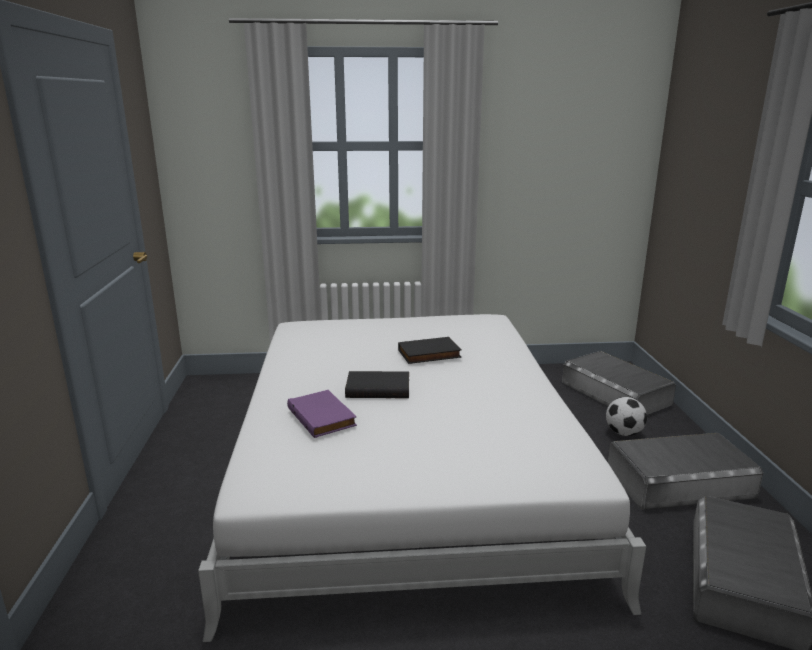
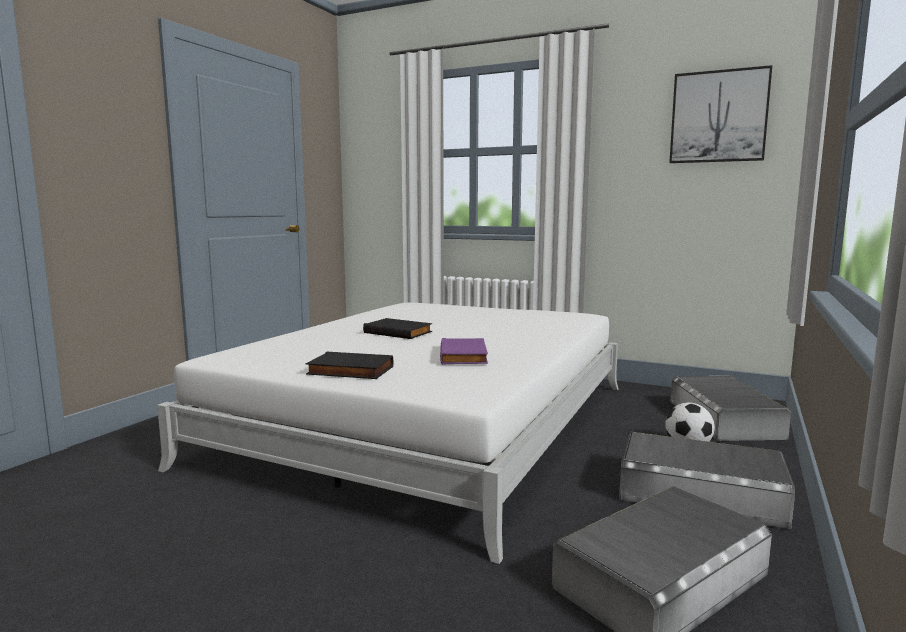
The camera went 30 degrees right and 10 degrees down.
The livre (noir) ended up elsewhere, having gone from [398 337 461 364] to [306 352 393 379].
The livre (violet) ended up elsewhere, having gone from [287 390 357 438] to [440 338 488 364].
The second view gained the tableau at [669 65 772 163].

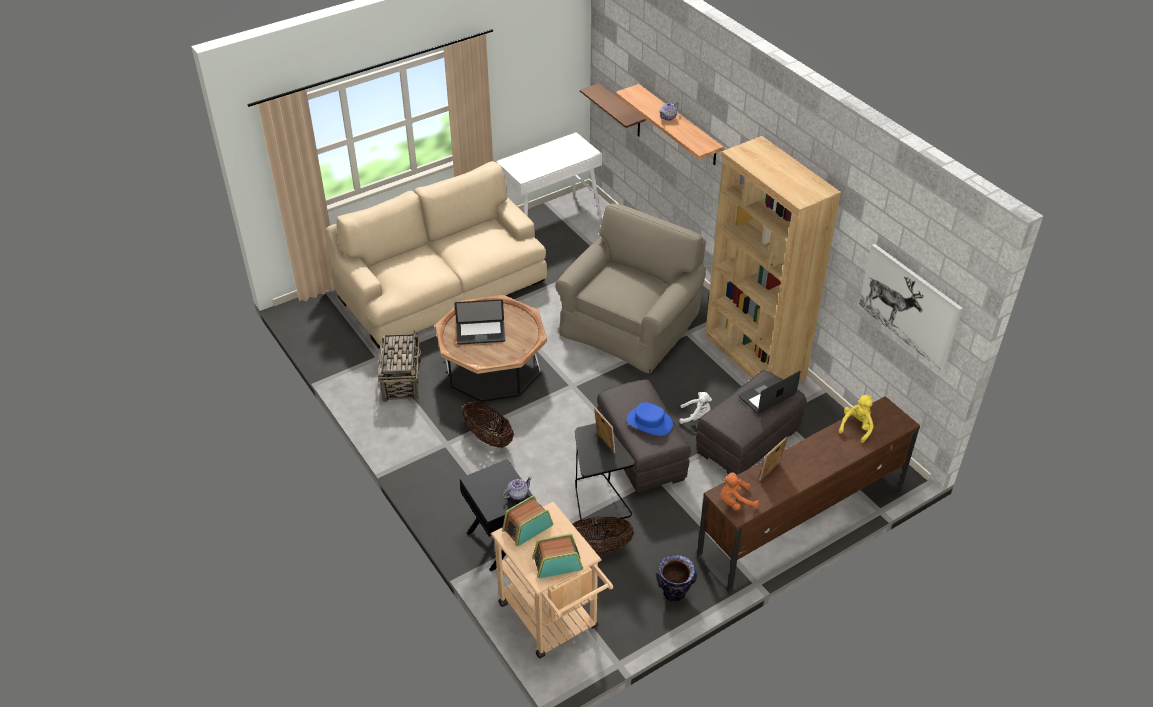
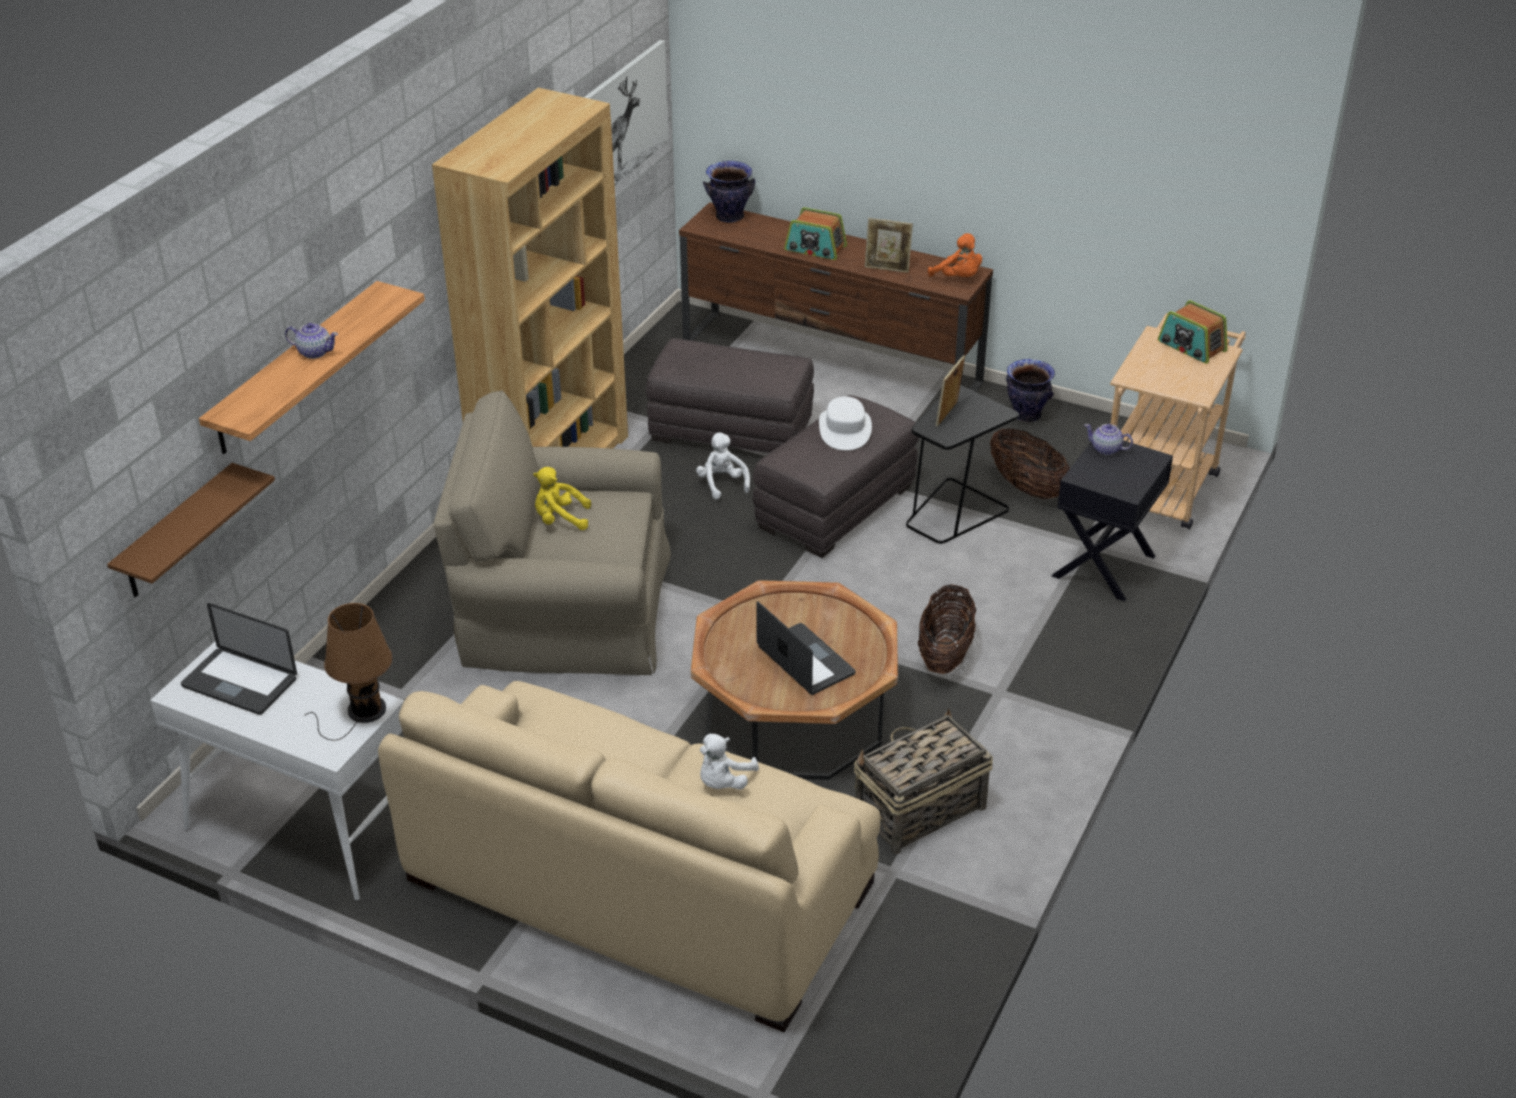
The camera went 120 degrees left and 5 degrees down.
The ordinateur portable ended up elsewhere, having gone from [738 371 800 414] to [181 603 297 715].
The second view gained the lampe de table (marron) at [304 603 393 741].
The peluche (jaune) ended up elsewhere, having gone from [839 395 874 443] to [533 467 591 530].
The second view gained the peluche (blanc) at [700 734 759 789].
The second view gained the vase at [703 161 755 223].
The radio ended up elsewhere, having gone from [502 495 553 547] to [784 207 847 260].
What was the chapeau (bleu) at [627 402 673 436] turned into the chapeau (blanc) at [819 396 872 451].

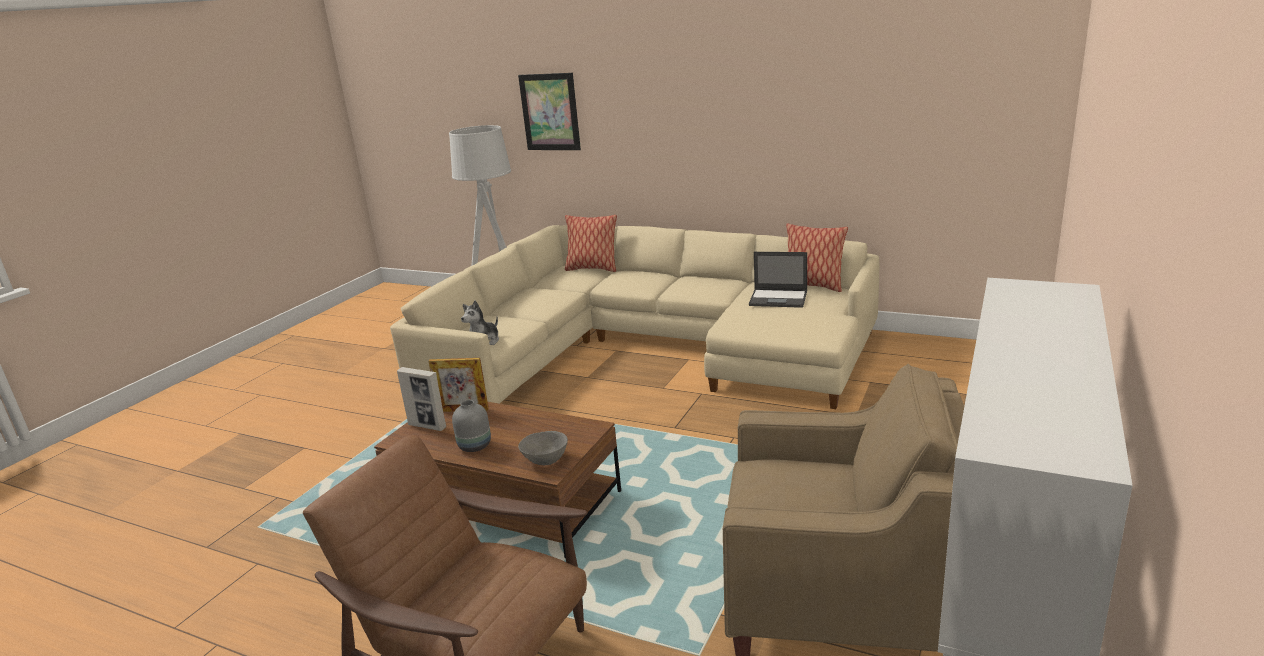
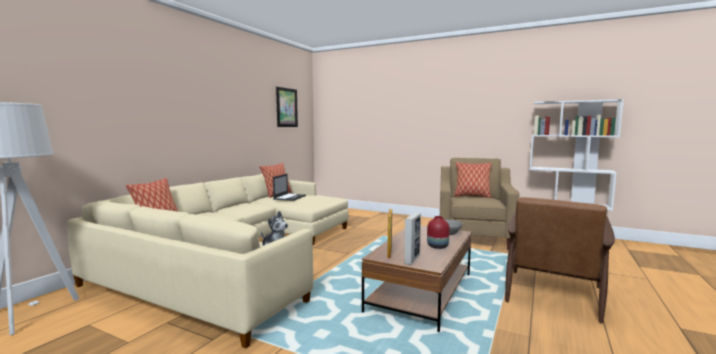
The camera went 90 degrees left and 15 degrees down.
The tableau ended up elsewhere, having gone from [518 73 581 150] to [276 87 298 127].
What was the vase (gris) at [452 400 491 452] turned into the vase (rouge) at [427 216 450 249].
The second view gained the coussin at [454 162 492 198].

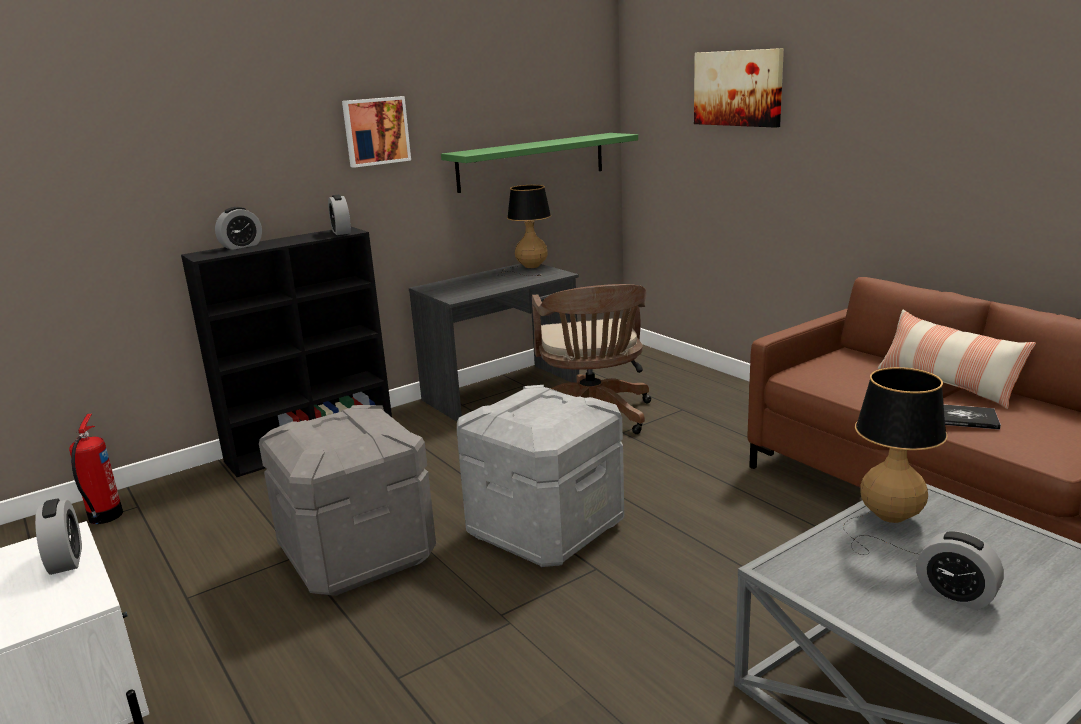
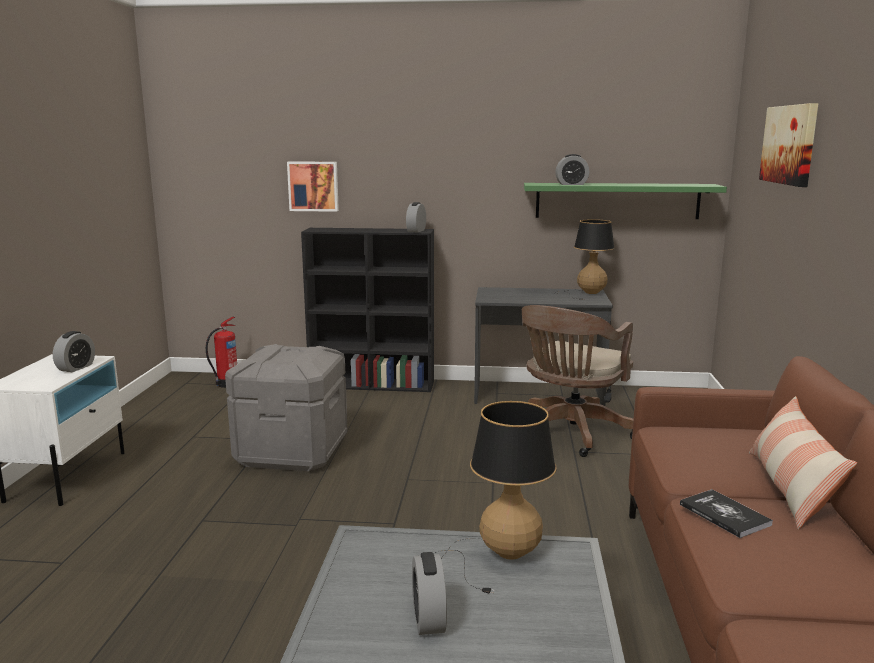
The camera went 40 degrees right and 5 degrees down.
The tableau ended up elsewhere, having gone from [342 96 411 168] to [287 162 339 212].
The réveil ended up elsewhere, having gone from [215 207 262 250] to [555 154 589 185].
The second view lost the boîte de rangement (gris) at [457 385 624 567].

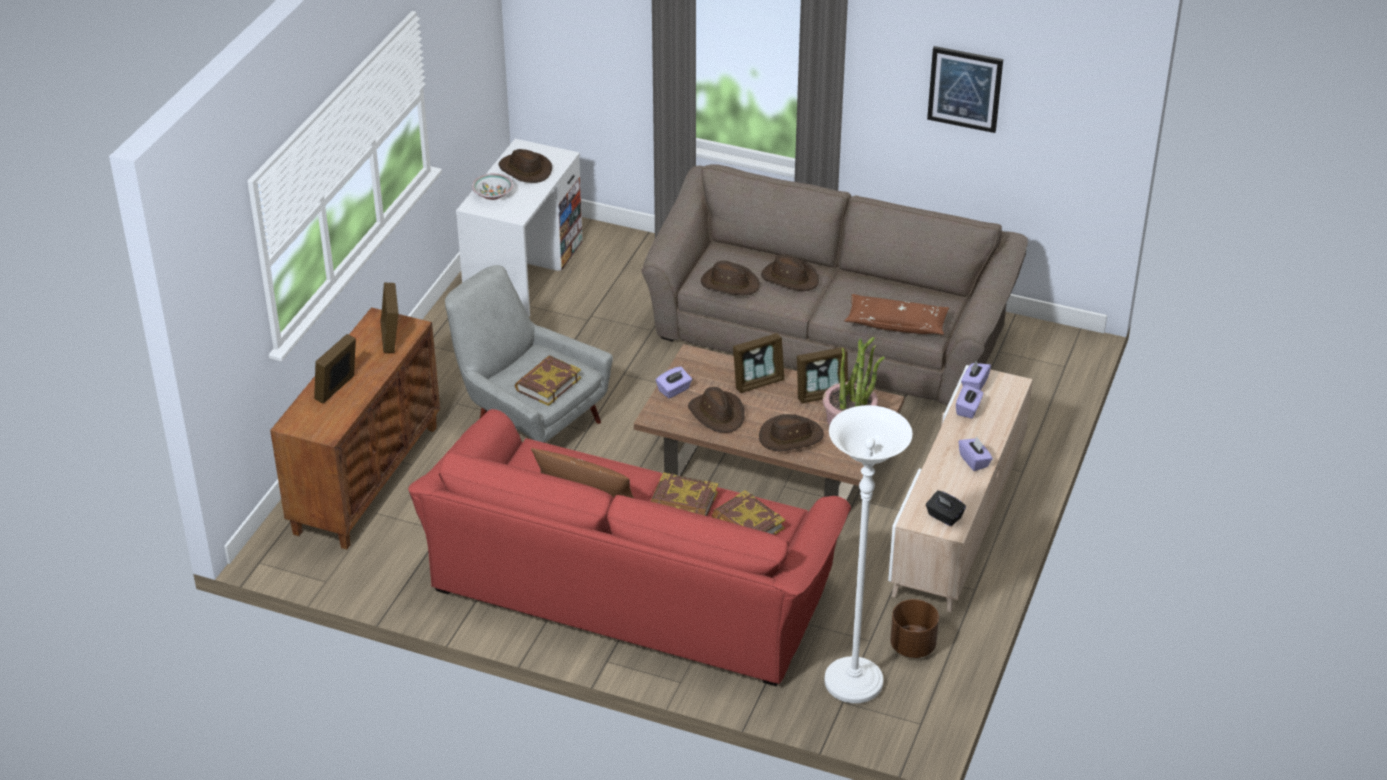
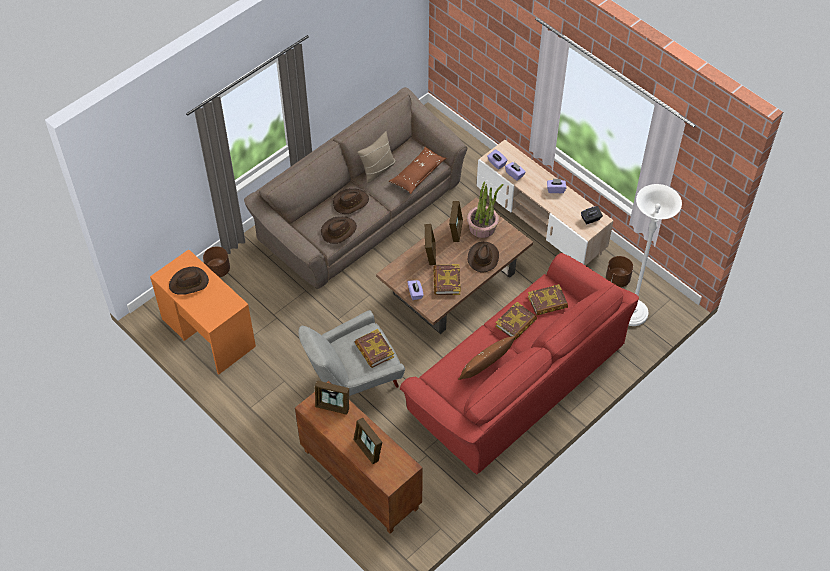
The camera went 65 degrees left and 15 degrees up.
What was the bureau (blanc) at [456 139 583 317] turned into the bureau (orange) at [150 249 256 374].
The second view gained the cache-pot (marron) at [203 246 230 278].
The second view gained the coussin (beige) at [357 131 396 183].
Where the chapeau (marron) stood at [688 387 745 433], the livre came to stand at [433 264 461 295].
The second view lost the bol at [472 173 513 200].
The second view lost the tableau at [927 46 1003 133].

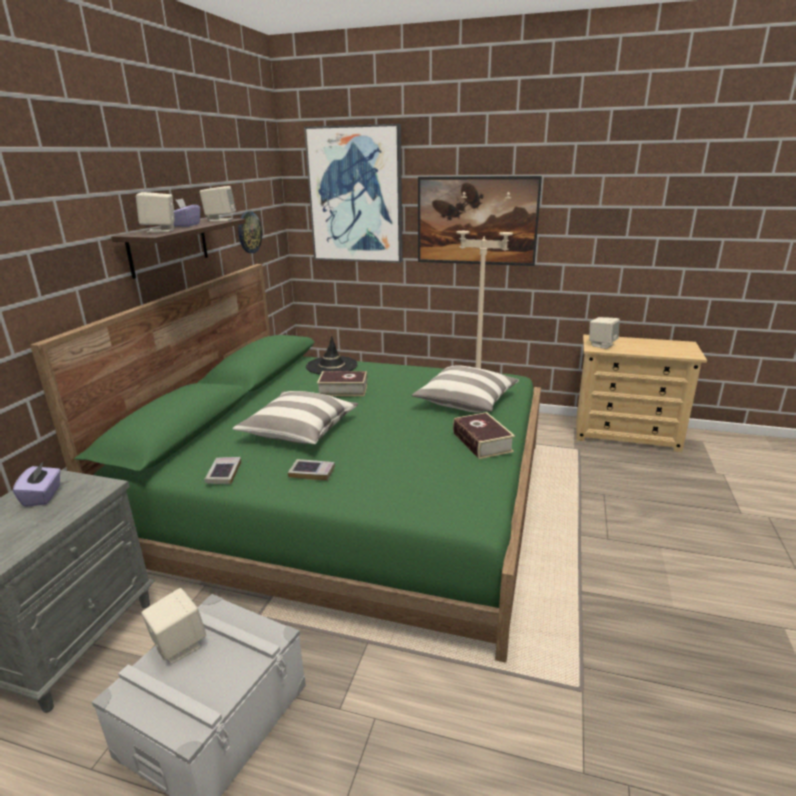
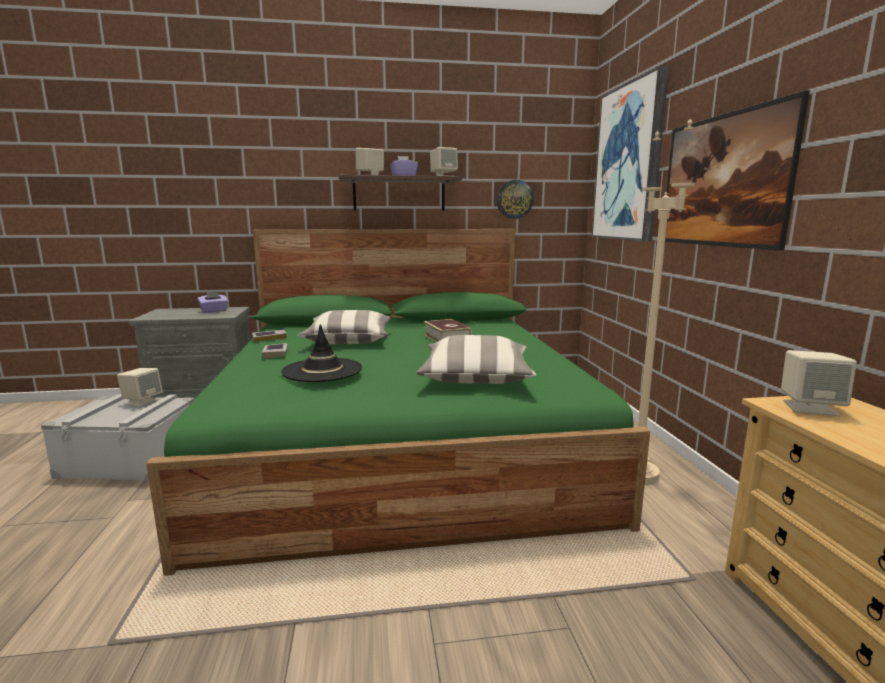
The camera went 65 degrees right and 10 degrees down.
The chapeau (noir) ended up elsewhere, having gone from [306 336 358 375] to [281 324 362 382].
The second view lost the livre at [453 412 515 459].

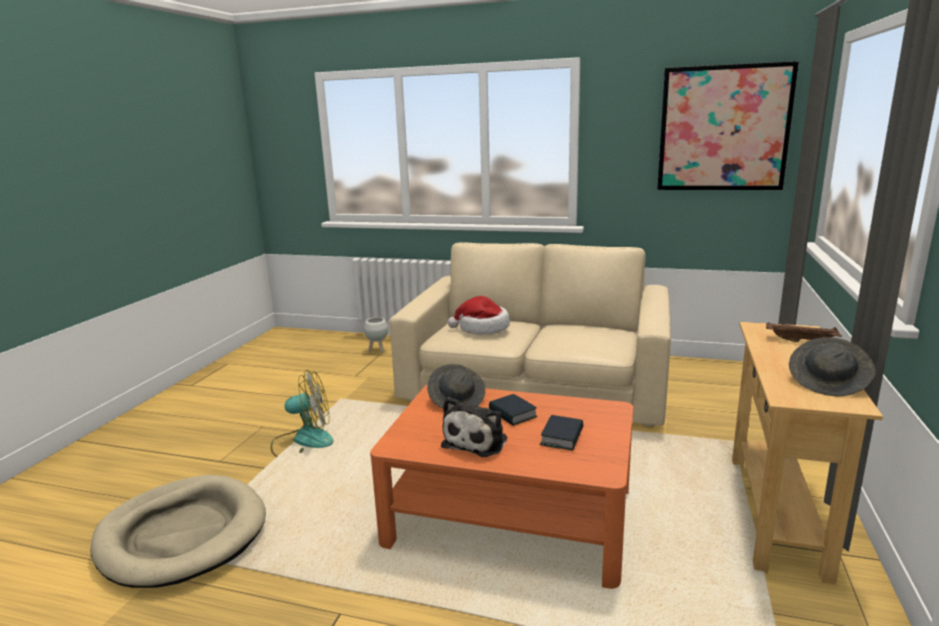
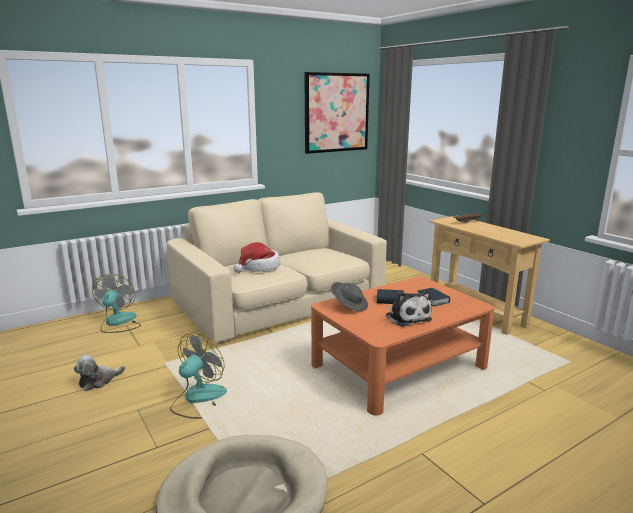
The camera went 50 degrees left and 0 degrees up.
The second view gained the peluche at [74 355 125 391].
Where the cache-pot (blanc) stood at [364 317 388 353], the ventilateur came to stand at [92 274 141 333].
The second view lost the chapeau (gris) at [789 337 876 397].

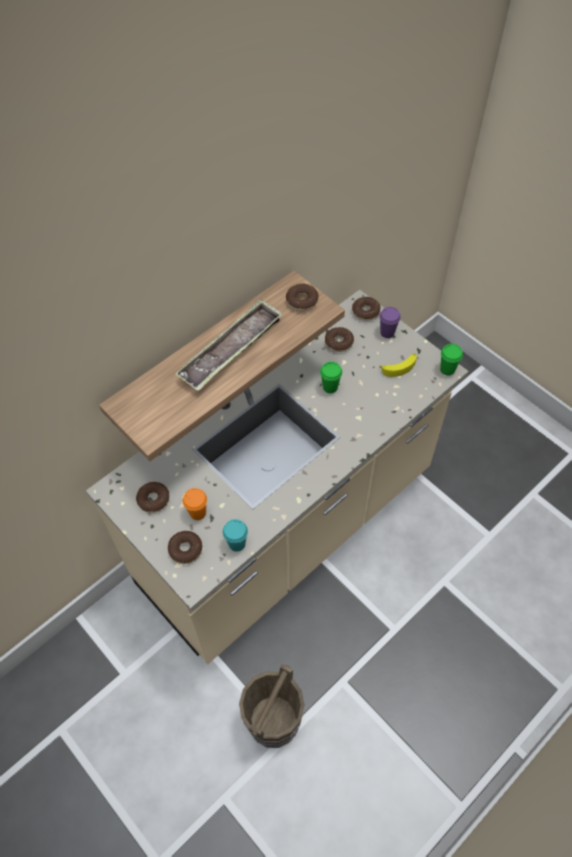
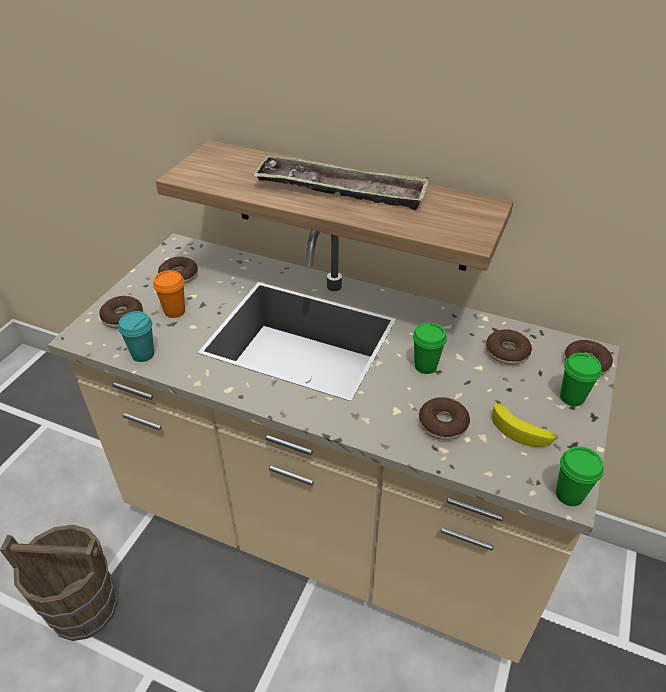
The camera went 65 degrees right and 15 degrees down.
The beignet ended up elsewhere, having gone from [286 284 319 311] to [419 397 470 440].
What was the tasse (violet) at [379 307 401 338] turned into the tasse (vert) at [560 353 602 406].

